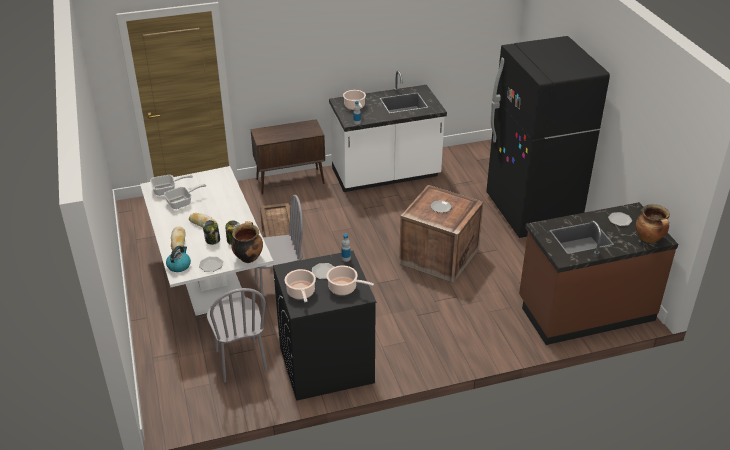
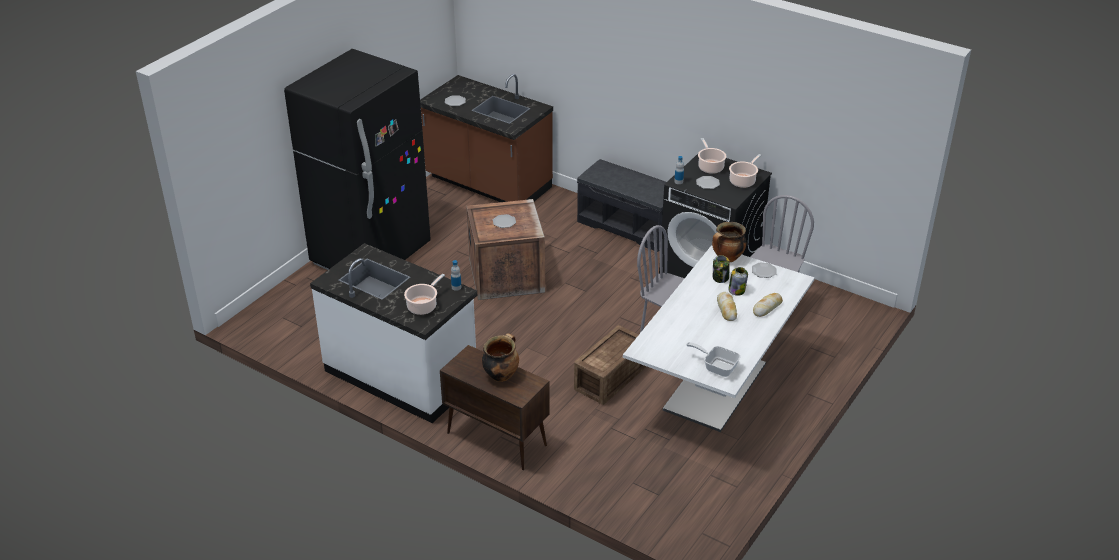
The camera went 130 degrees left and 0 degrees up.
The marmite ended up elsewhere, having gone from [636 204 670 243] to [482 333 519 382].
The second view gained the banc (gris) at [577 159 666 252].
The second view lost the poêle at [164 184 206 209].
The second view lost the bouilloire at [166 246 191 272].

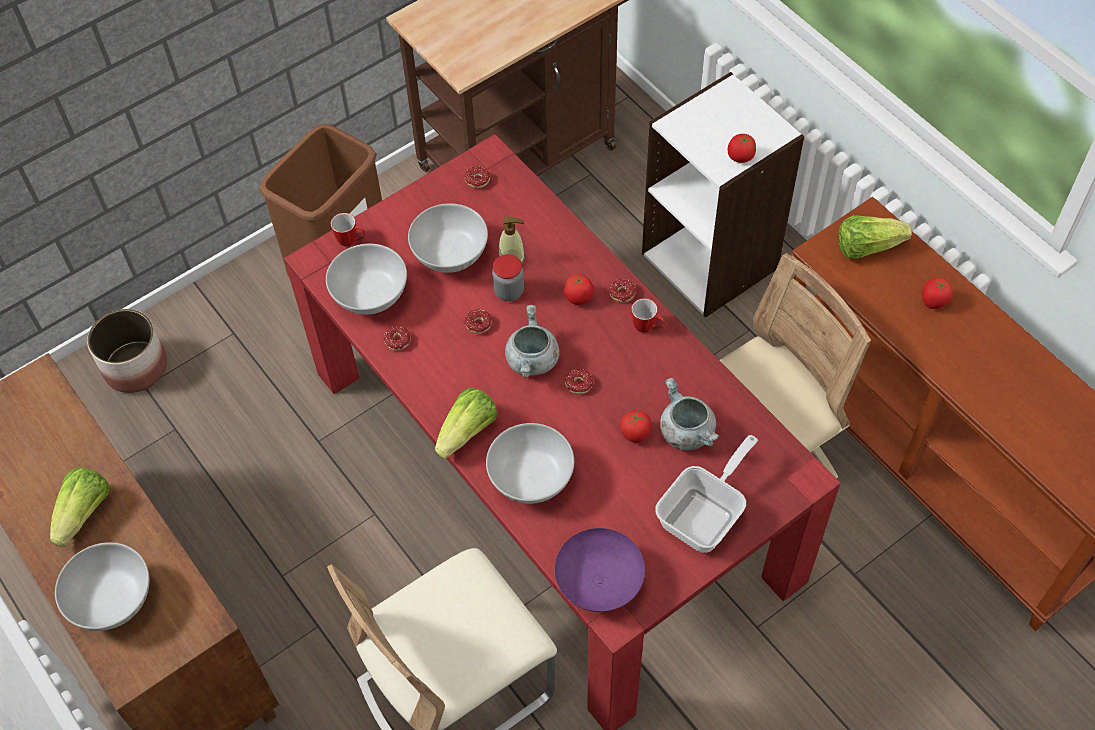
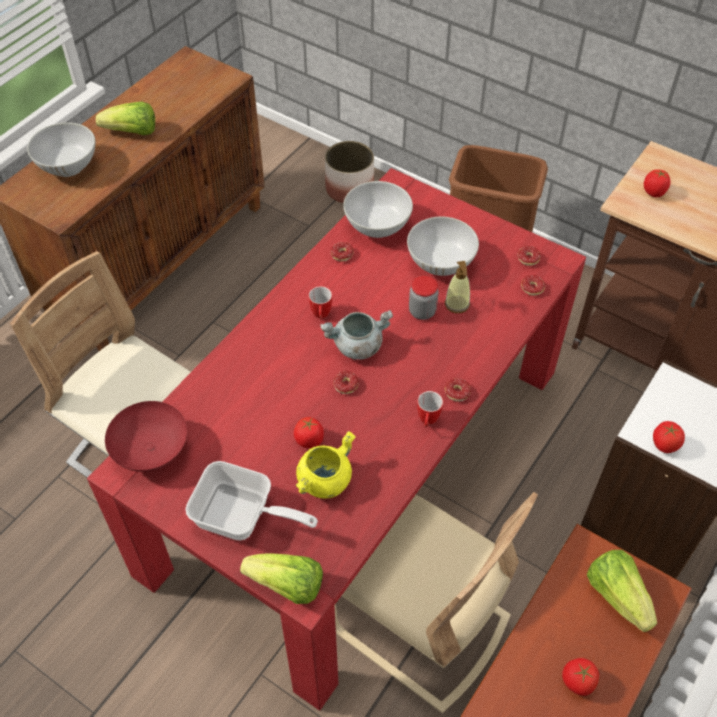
The camera went 70 degrees right and 5 degrees down.
What was the bol (violet) at [555 528 645 612] turned into the bol (rouge) at [105 401 188 472].
The laitue ended up elsewhere, having gone from [435 388 498 458] to [240 553 323 604].
What was the marmite (gris) at [660 378 719 450] turned into the marmite (jaune) at [295 431 355 498].
The mug ended up elsewhere, having gone from [331 213 366 247] to [309 286 332 320].
The beignet ended up elsewhere, having gone from [465 309 492 333] to [521 275 545 296].
The tomate ended up elsewhere, having gone from [564 274 594 305] to [644 169 670 198].
The second view lost the bol (blanc) at [486 423 574 504].

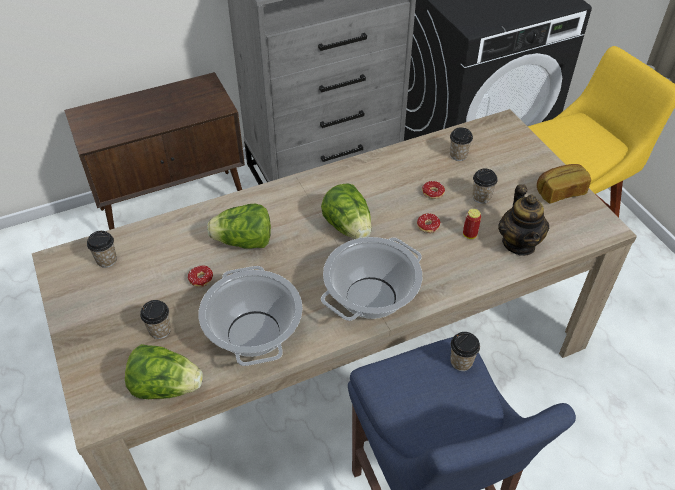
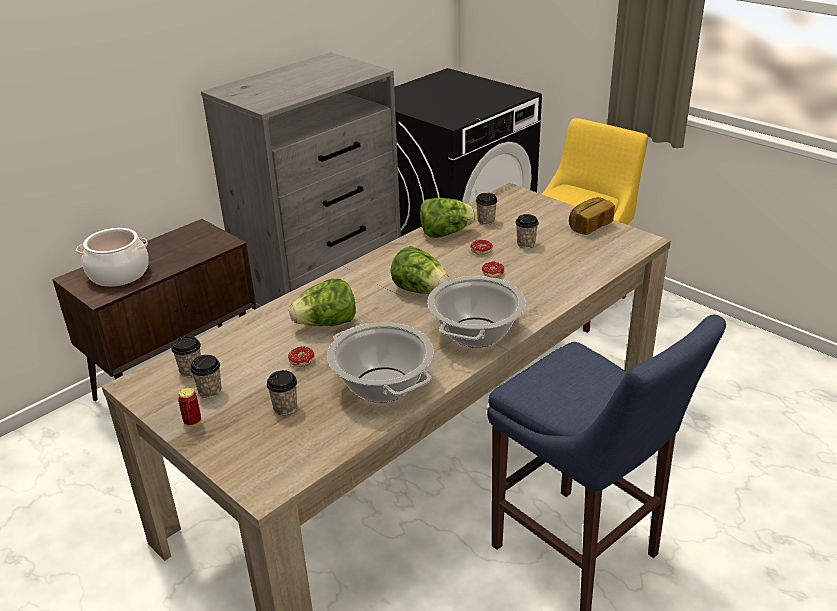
The camera went 20 degrees left and 15 degrees down.
The second view gained the marmite at [76 228 149 287].
The boîte métallique ended up elsewhere, having gone from [463 209 481 239] to [178 388 201 427].
The tasse ended up elsewhere, having gone from [450 332 480 371] to [190 355 221 398].
The laitue ended up elsewhere, having gone from [125 344 203 399] to [420 198 476 238].
The second view lost the théière at [498 184 549 256].

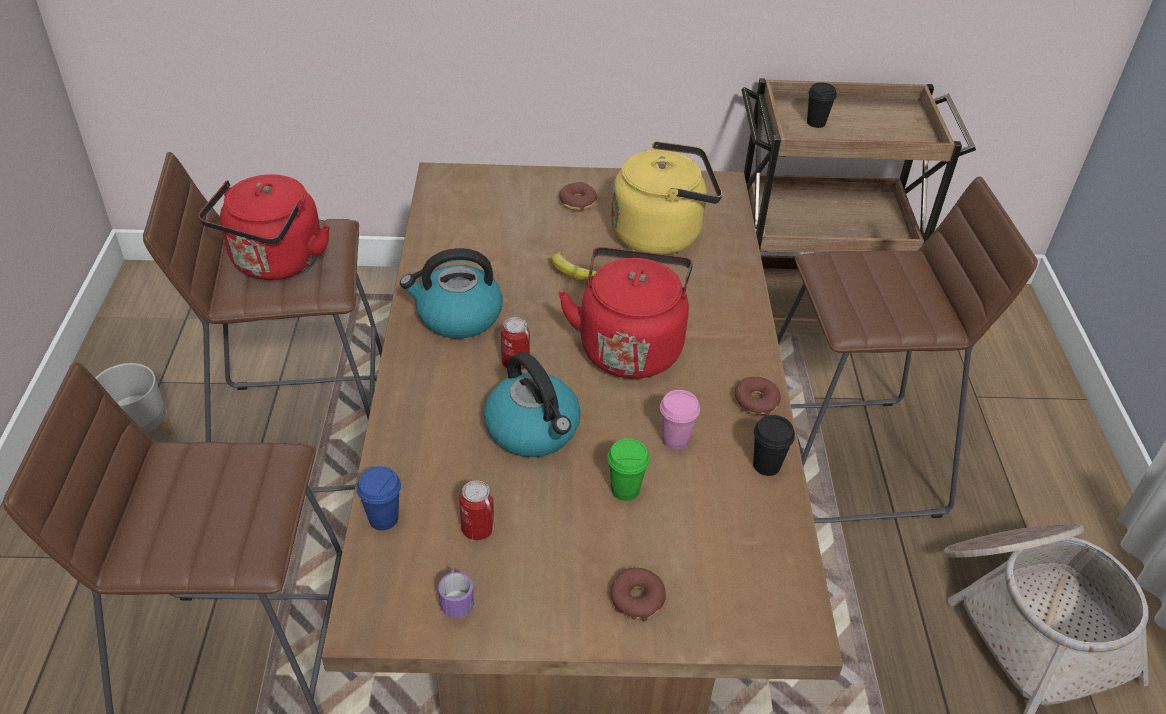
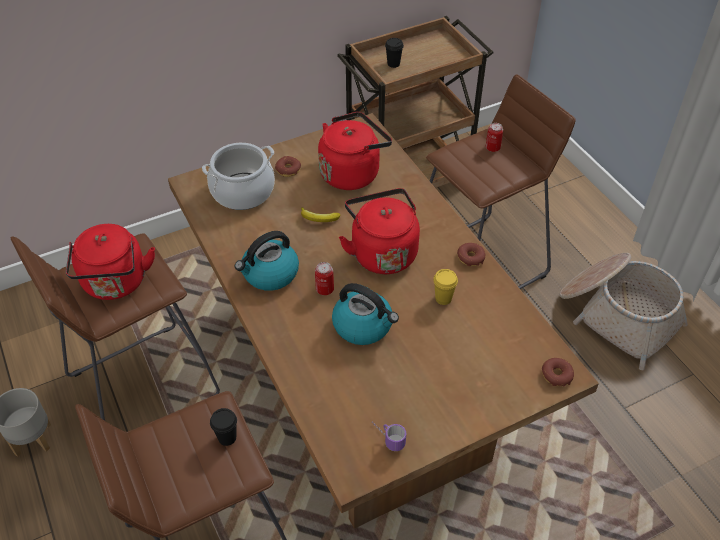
The camera went 25 degrees left and 5 degrees up.
The second view gained the marmite at [202 143 275 210].
The tasse (noir) ended up elsewhere, having gone from [753 415 795 476] to [210 408 237 446].
What was the bouilloire (jaune) at [611 141 722 255] turned into the bouilloire (rouge) at [318 112 392 190].
What was the tasse (rose) at [660 390 700 450] turned into the tasse (jaune) at [433 269 458 305].
The boîte métallique ended up elsewhere, having gone from [459 480 494 540] to [486 123 503 152].
The beignet ended up elsewhere, having gone from [611 568 666 621] to [542 358 574 387].
The second view lost the tasse (bleu) at [357 466 401 530].
The second view lost the tasse (vert) at [607 438 650 501].

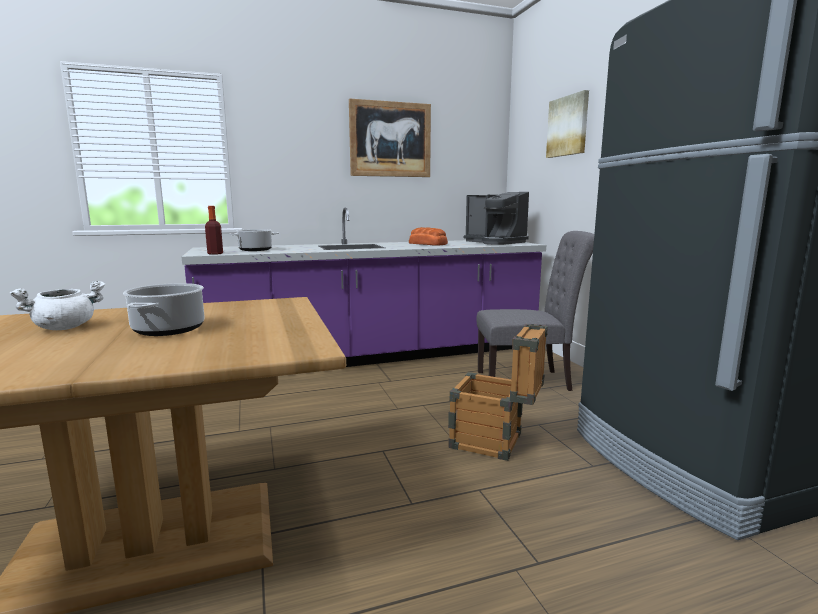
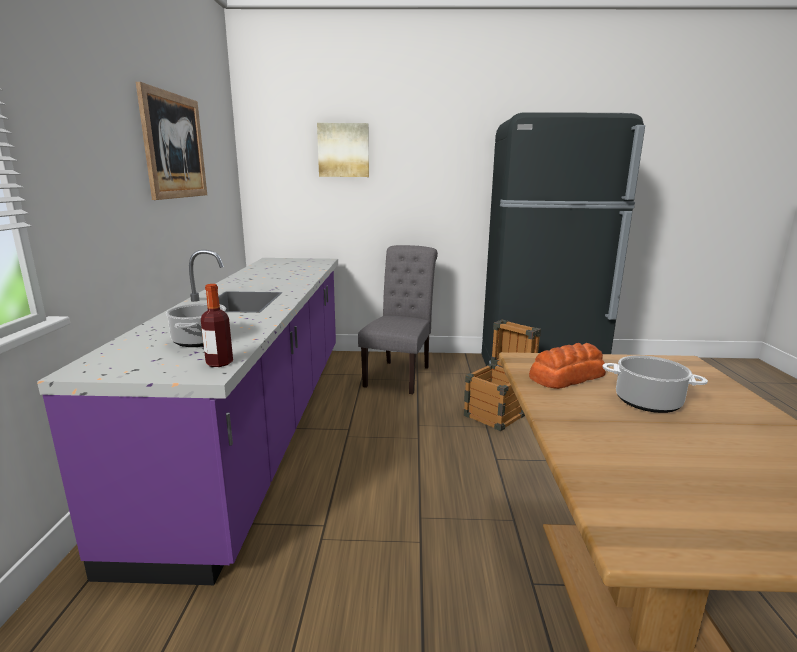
The camera went 70 degrees left and 5 degrees up.
The pain ended up elsewhere, having gone from [409 227 448 246] to [529 343 606 389].
The second view lost the marmite (blanc) at [10 281 105 330].
The second view lost the machine à café at [464 192 529 245].

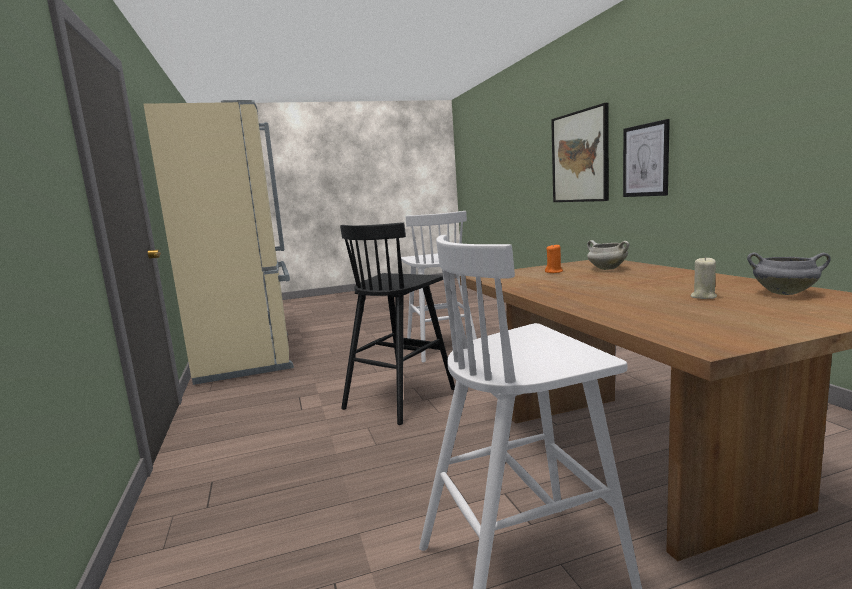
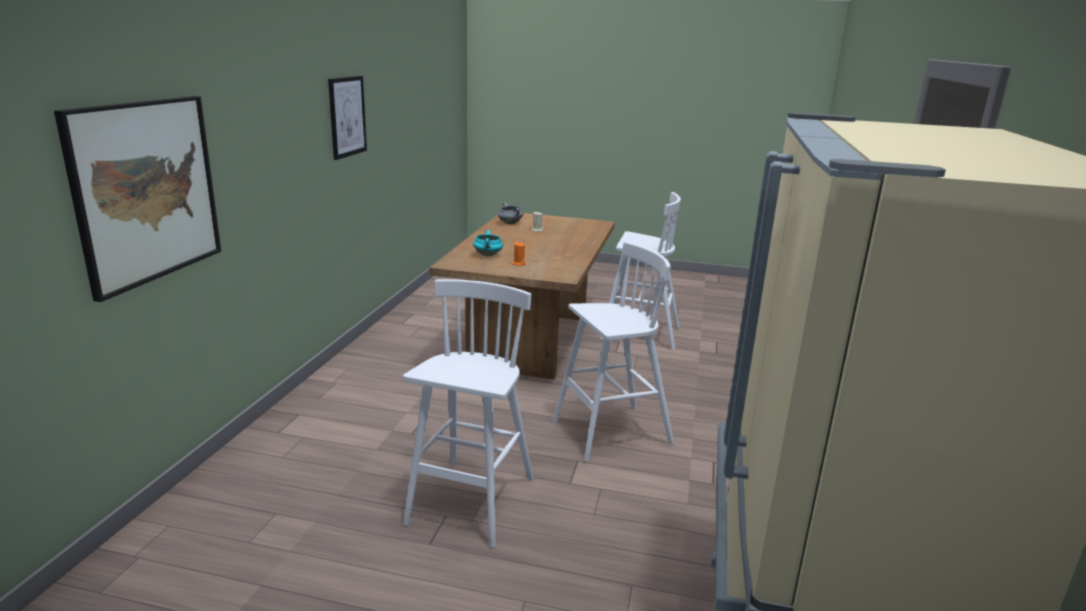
The camera went 150 degrees left and 10 degrees up.
The tableau ended up elsewhere, having gone from [623 119 670 197] to [328 76 367 160].
What was the marmite (blanc) at [587 240 629 270] turned into the marmite (turquoise) at [473 230 503 257].
What was the tabouret (noir) at [340 222 455 425] turned into the tabouret (blanc) at [553 242 674 462].

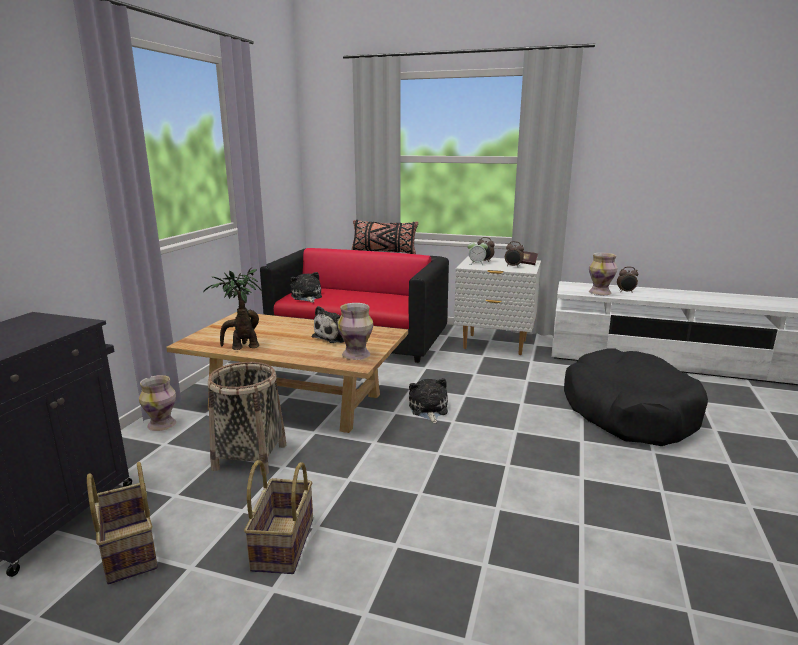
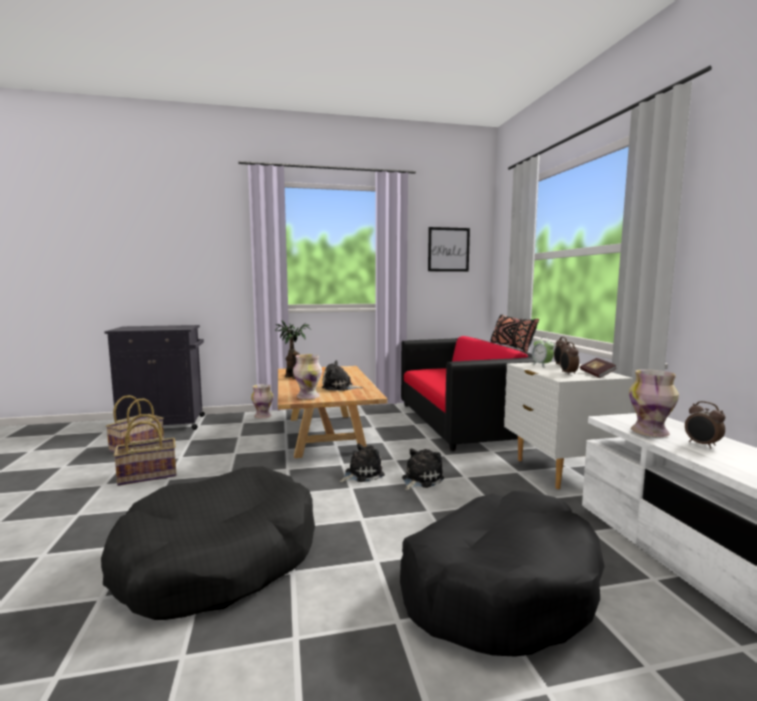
The camera went 60 degrees right and 10 degrees down.
The second view gained the panier pour chien (noir) at [101 466 315 620].
The peluche ended up elsewhere, having gone from [290 272 322 303] to [402 449 444 490].
The second view gained the tableau at [428 227 470 272].
The second view lost the panier at [208 362 287 475].

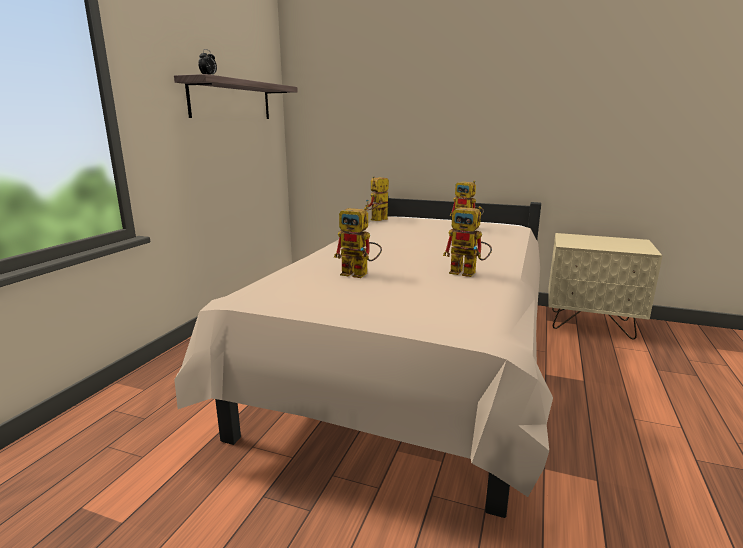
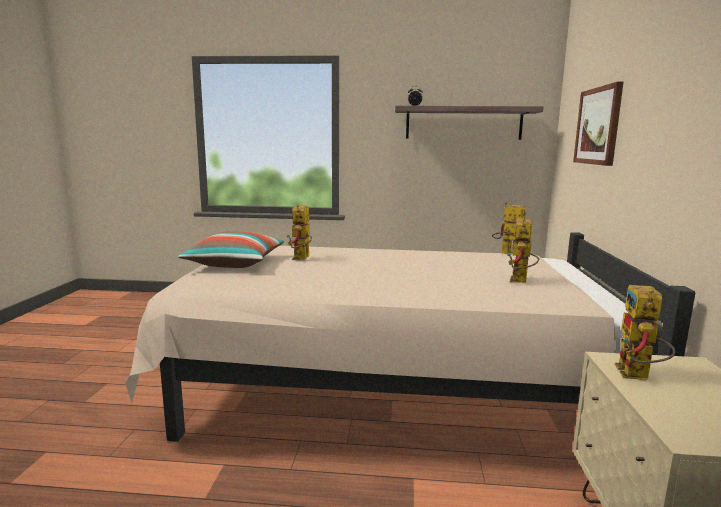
The camera went 75 degrees right and 5 degrees down.
The second view gained the coussin at [178 231 284 268].
The second view gained the tableau at [573 82 623 166].
The robot jouet ended up elsewhere, having gone from [443 206 492 277] to [615 285 676 380].

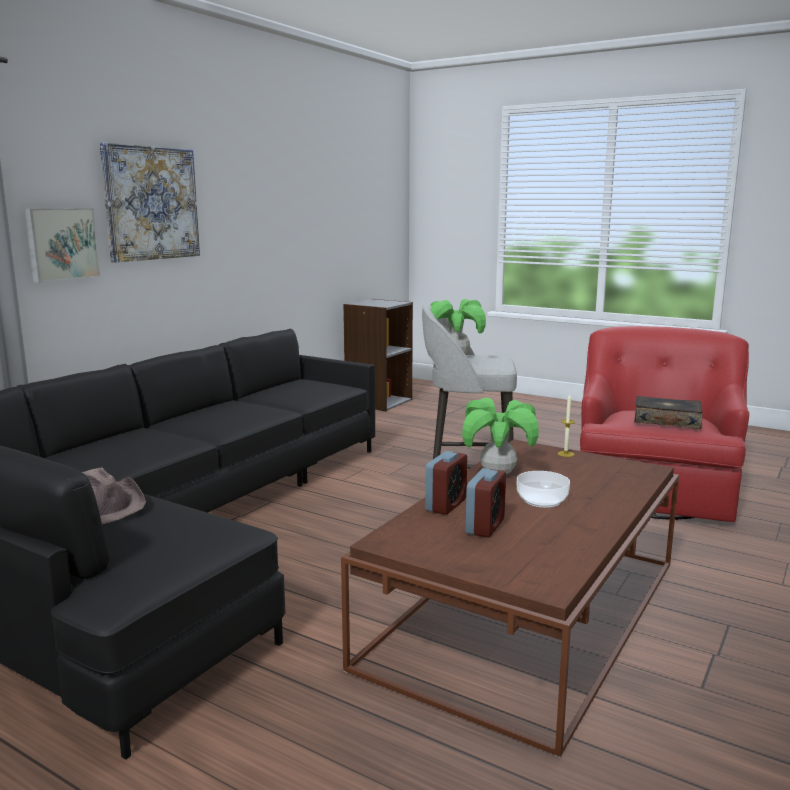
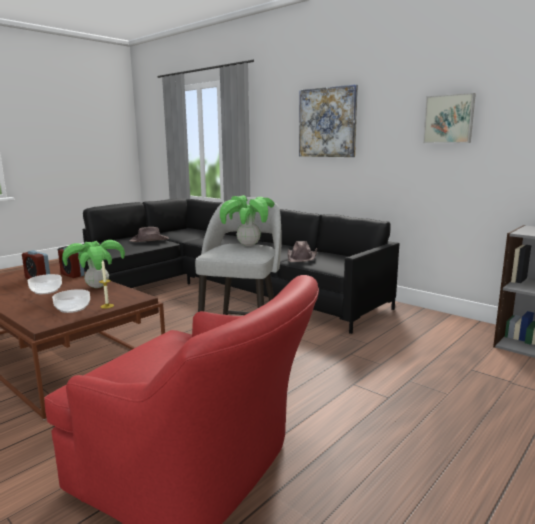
The camera went 100 degrees right and 0 degrees up.
The second view gained the bol at [52 289 90 313].
The second view gained the chapeau (marron) at [288 241 317 262].
The tableau ended up elsewhere, having gone from [24 208 100 283] to [423 93 476 143].
The second view lost the livre at [634 396 703 429].

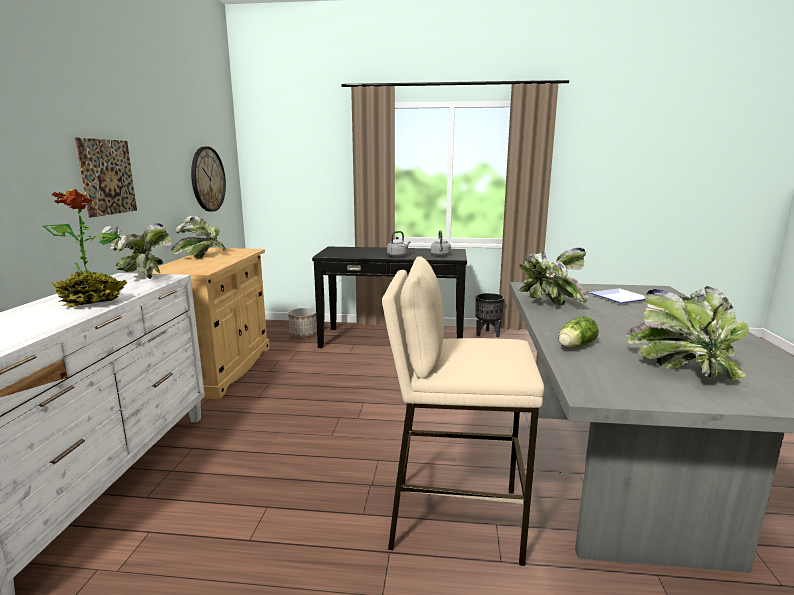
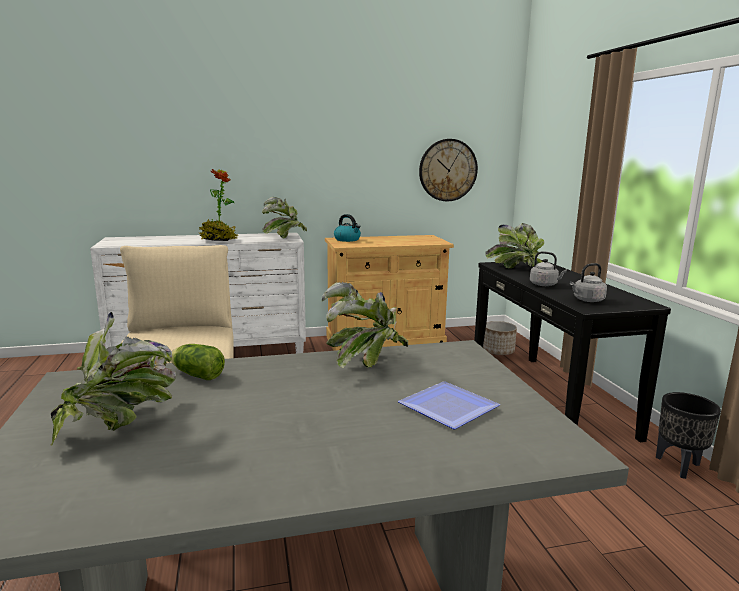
The camera went 70 degrees right and 0 degrees up.
The second view gained the bouilloire at [334 214 361 242].
The plante en pot ended up elsewhere, having gone from [171 216 227 259] to [485 223 545 268].
The second view lost the tableau at [75 138 137 218].

